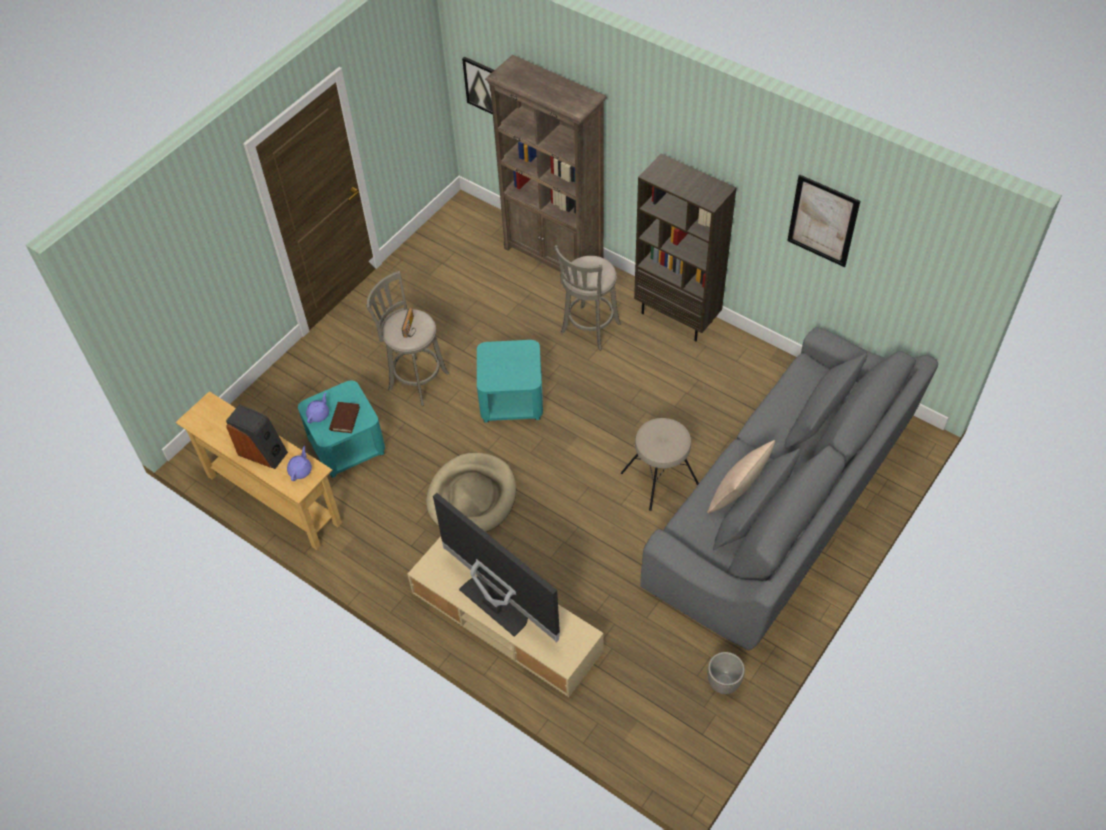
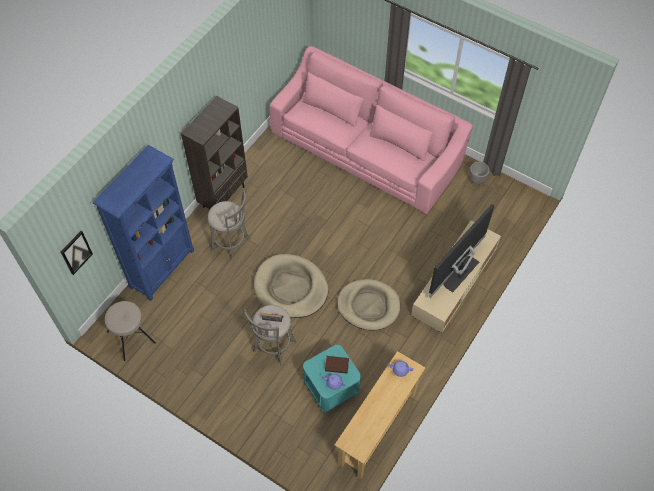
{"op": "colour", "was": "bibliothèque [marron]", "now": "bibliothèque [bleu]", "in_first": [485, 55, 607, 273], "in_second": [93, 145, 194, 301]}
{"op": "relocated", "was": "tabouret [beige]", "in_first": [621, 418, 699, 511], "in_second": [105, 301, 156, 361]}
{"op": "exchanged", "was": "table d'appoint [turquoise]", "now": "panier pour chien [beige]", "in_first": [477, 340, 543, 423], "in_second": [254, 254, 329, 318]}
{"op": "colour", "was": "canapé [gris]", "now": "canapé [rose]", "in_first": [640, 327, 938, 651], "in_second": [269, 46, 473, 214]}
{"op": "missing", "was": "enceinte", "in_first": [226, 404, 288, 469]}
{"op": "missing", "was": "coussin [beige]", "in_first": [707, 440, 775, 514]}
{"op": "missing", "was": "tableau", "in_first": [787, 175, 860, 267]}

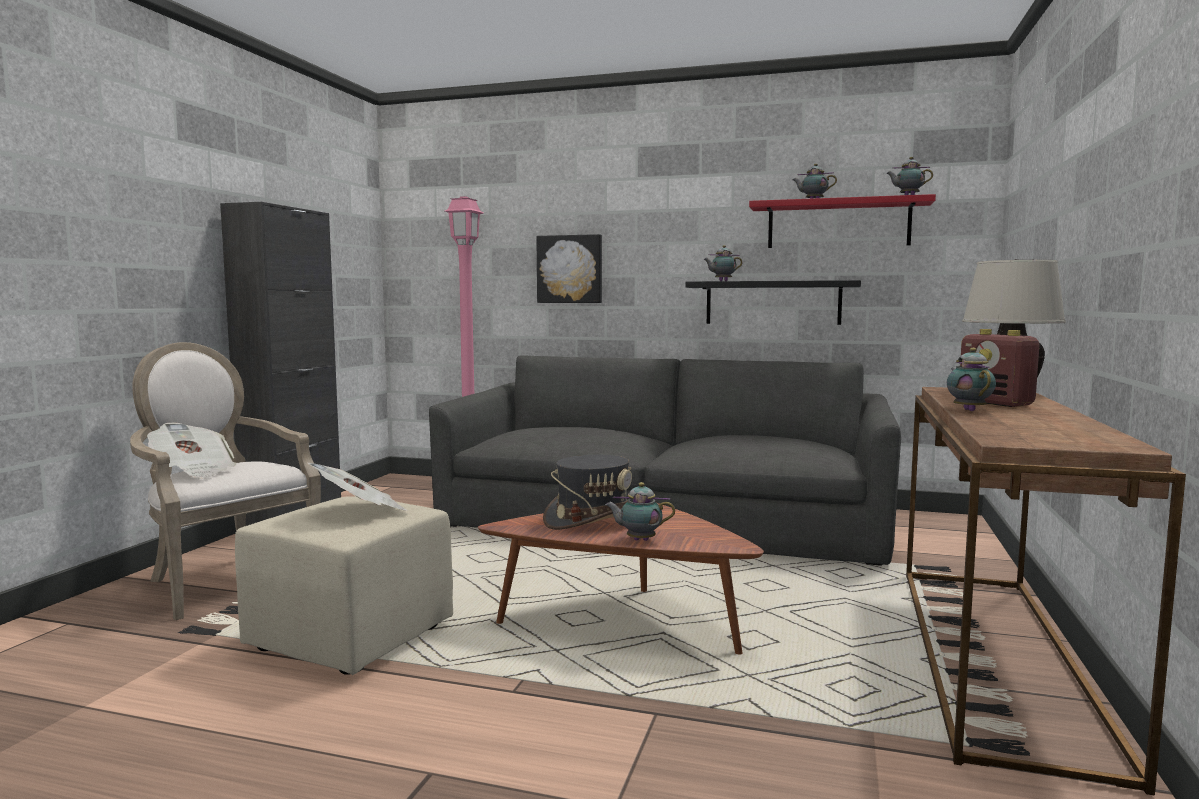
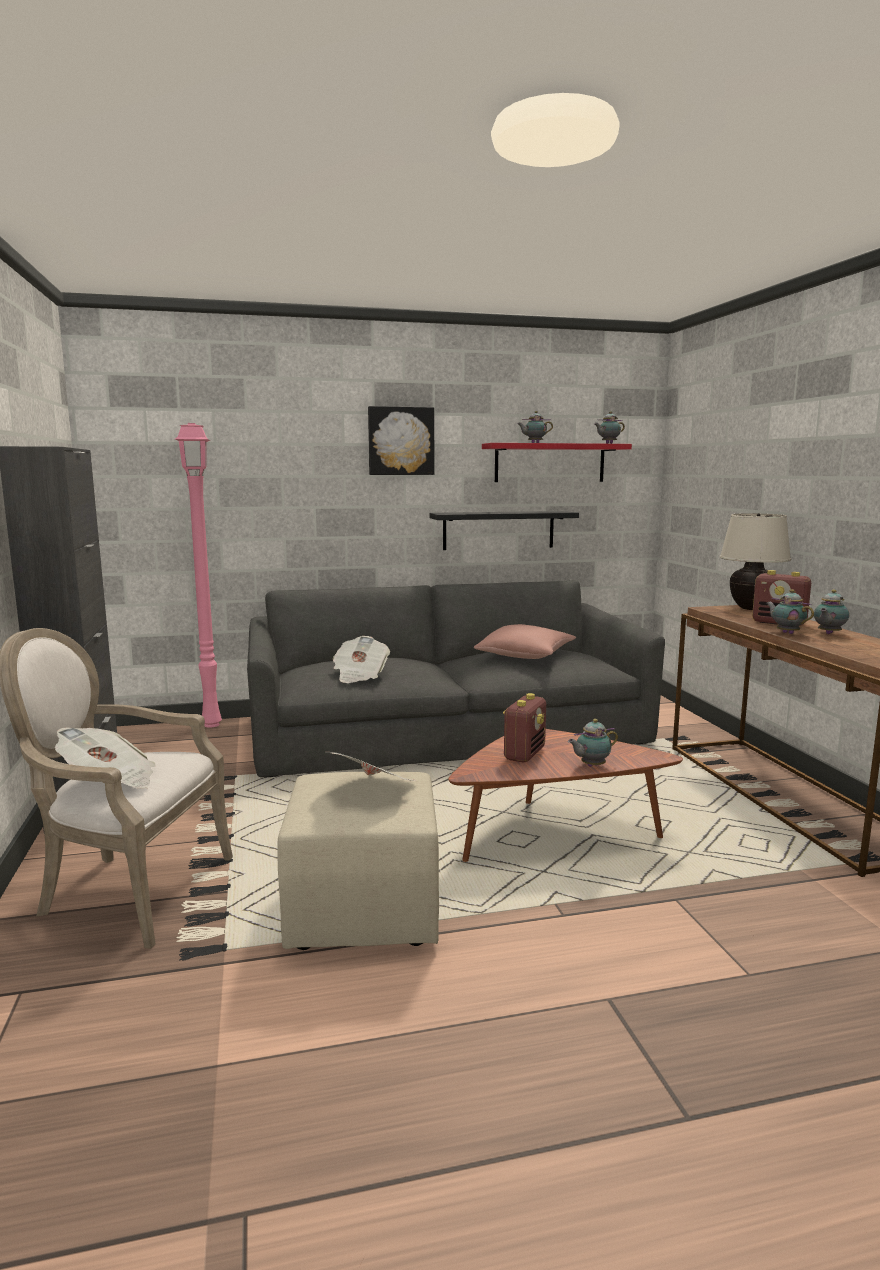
{"op": "appeared", "now": "journal", "in_second": [332, 636, 390, 683]}
{"op": "relocated", "was": "tableau", "in_first": [536, 234, 602, 303], "in_second": [368, 406, 434, 475]}
{"op": "appeared", "now": "coussin [rose]", "in_second": [474, 624, 576, 659]}
{"op": "exchanged", "was": "chapeau [gris]", "now": "radio", "in_first": [543, 455, 632, 530], "in_second": [503, 693, 546, 762]}
{"op": "relocated", "was": "théière", "in_first": [703, 245, 742, 281], "in_second": [814, 590, 849, 634]}

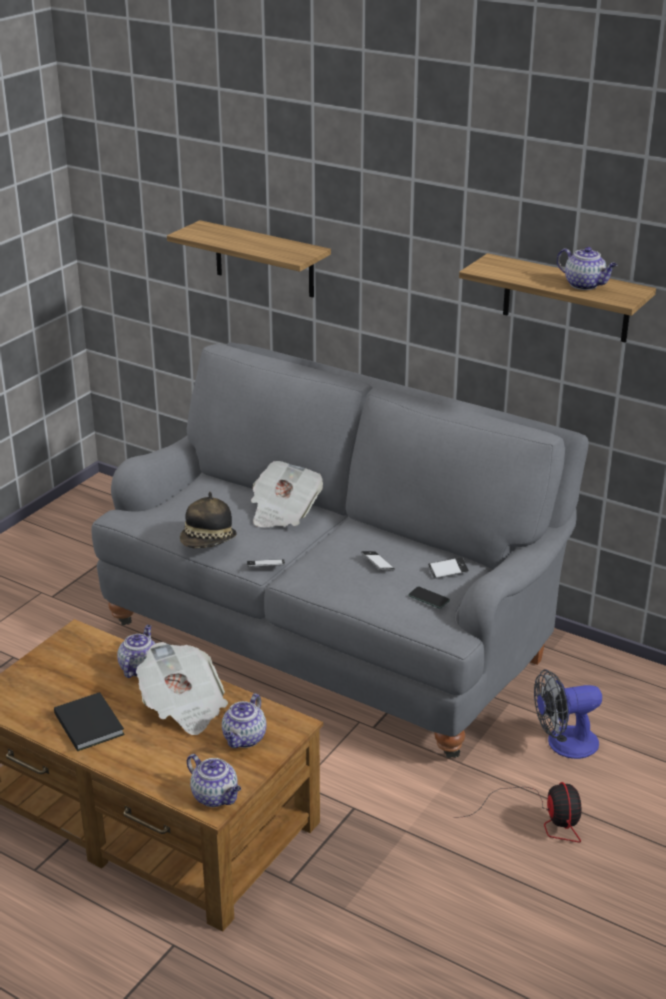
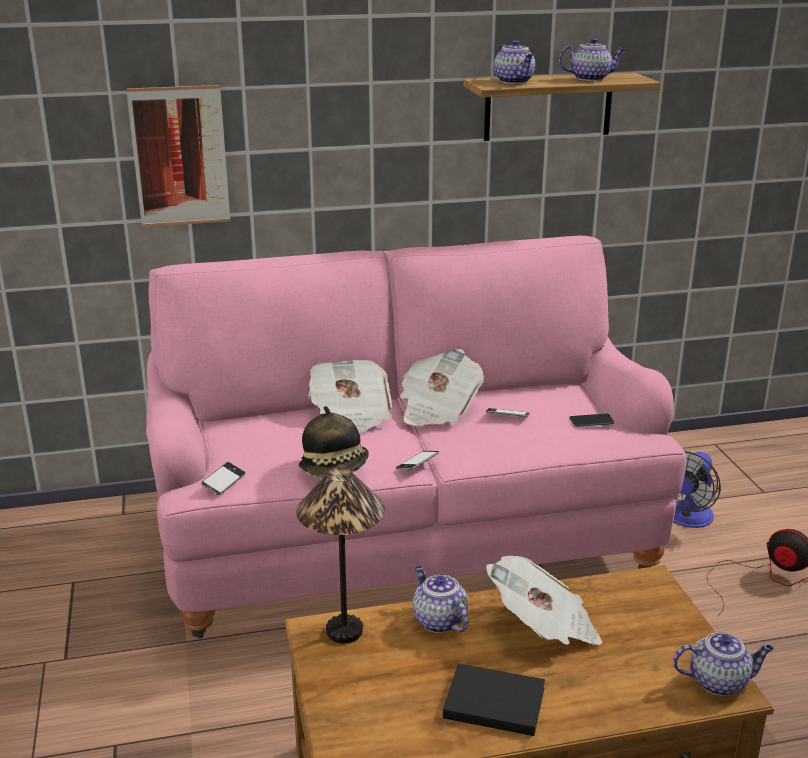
{"op": "exchanged", "was": "étagère", "now": "tableau", "in_first": [167, 220, 331, 298], "in_second": [126, 85, 230, 227]}
{"op": "colour", "was": "canapé [gris]", "now": "canapé [rose]", "in_first": [92, 342, 589, 758], "in_second": [146, 236, 686, 638]}
{"op": "relocated", "was": "téléphone", "in_first": [428, 557, 469, 579], "in_second": [201, 462, 245, 495]}
{"op": "appeared", "now": "lampe de table", "in_second": [296, 468, 385, 643]}
{"op": "appeared", "now": "journal", "in_second": [400, 349, 484, 426]}
{"op": "relocated", "was": "théière", "in_first": [222, 694, 266, 748], "in_second": [494, 40, 535, 84]}

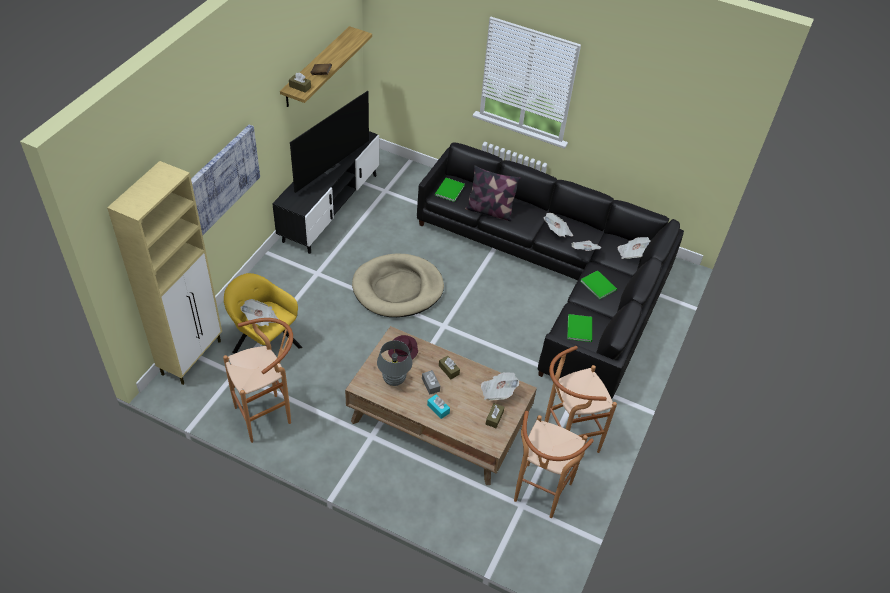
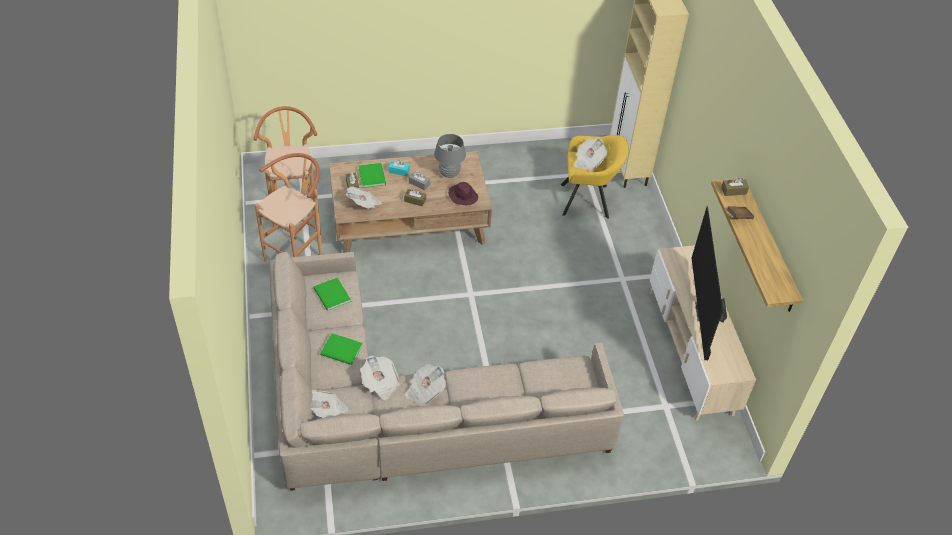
{"op": "colour", "was": "canapé [noir]", "now": "canapé [beige]", "in_first": [417, 142, 684, 399], "in_second": [270, 252, 624, 491]}
{"op": "relocated", "was": "livre [vert]", "in_first": [435, 178, 465, 202], "in_second": [358, 163, 386, 188]}
{"op": "colour", "was": "meuble télé [noir]", "now": "meuble télé [beige]", "in_first": [272, 131, 379, 254], "in_second": [650, 245, 756, 420]}
{"op": "missing", "was": "tableau", "in_first": [191, 125, 260, 235]}
{"op": "missing", "was": "tabouret [marron]", "in_first": [223, 318, 293, 443]}
{"op": "missing", "was": "panier pour chien [beige]", "in_first": [352, 253, 444, 317]}
{"op": "missing", "was": "coussin", "in_first": [465, 165, 521, 221]}

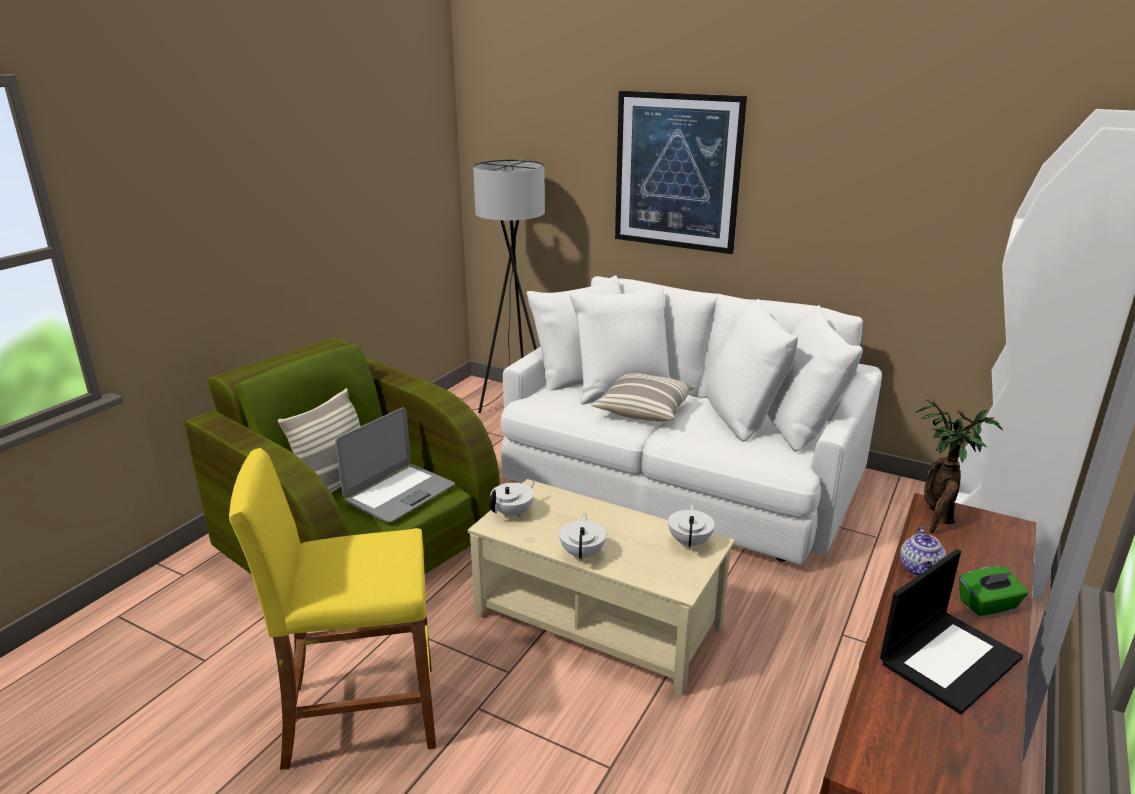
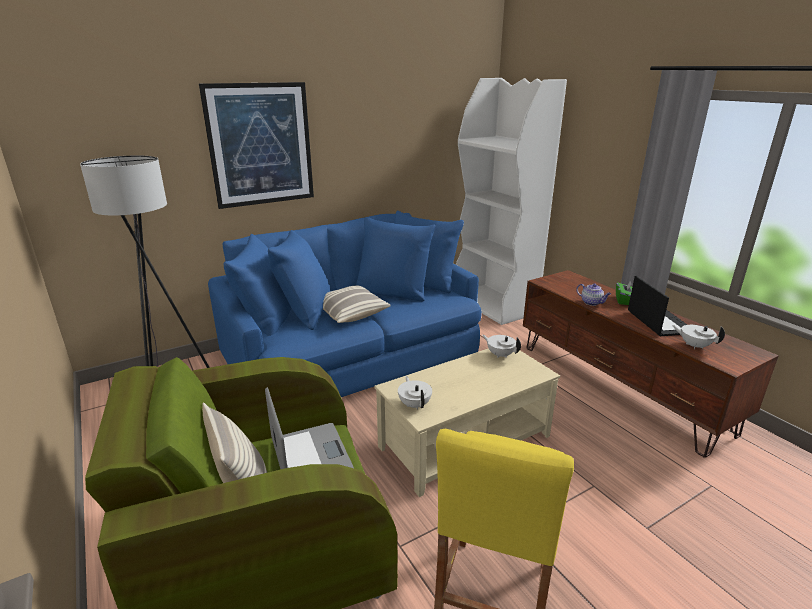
{"op": "colour", "was": "canapé [blanc]", "now": "canapé [bleu]", "in_first": [500, 275, 882, 565], "in_second": [208, 210, 482, 397]}
{"op": "relocated", "was": "théière [blanc]", "in_first": [559, 513, 606, 561], "in_second": [672, 325, 725, 349]}
{"op": "missing", "was": "plante en pot", "in_first": [915, 399, 1003, 534]}

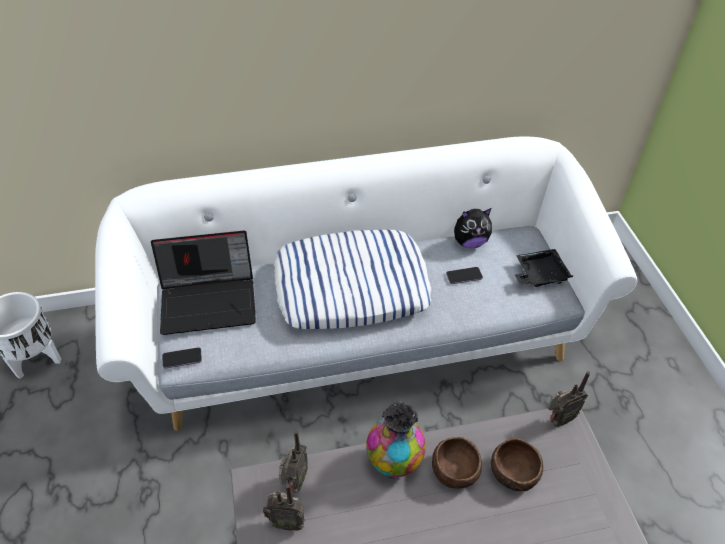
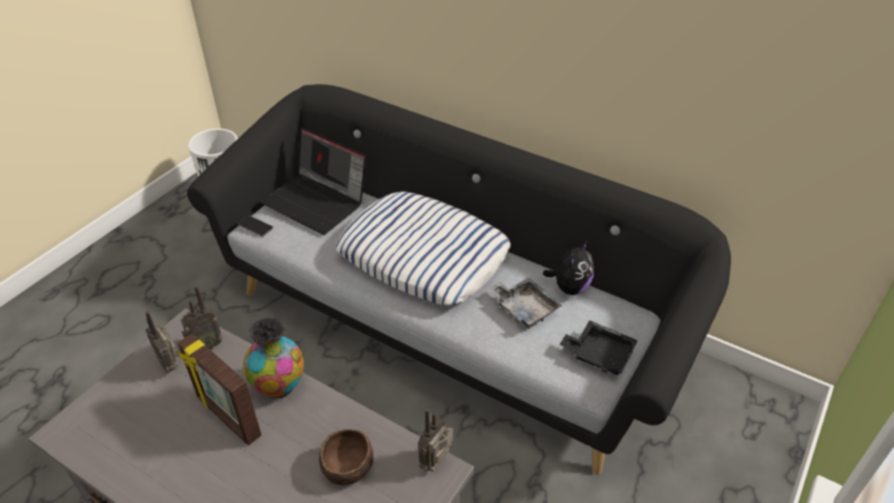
{"op": "appeared", "now": "cadre photo", "in_second": [178, 333, 262, 445]}
{"op": "colour", "was": "canapé [blanc]", "now": "canapé [noir]", "in_first": [95, 137, 637, 431], "in_second": [187, 84, 731, 475]}
{"op": "spun", "was": "radio", "in_first": [548, 371, 590, 427], "in_second": [418, 409, 453, 472], "clockwise": 105}
{"op": "exchanged", "was": "téléphone", "now": "plateau [gris]", "in_first": [446, 267, 483, 284], "in_second": [489, 277, 562, 329]}
{"op": "spun", "was": "peluche", "in_first": [454, 208, 492, 248], "in_second": [543, 240, 594, 295], "clockwise": -90}
{"op": "missing", "was": "bol [marron]", "in_first": [432, 437, 482, 489]}

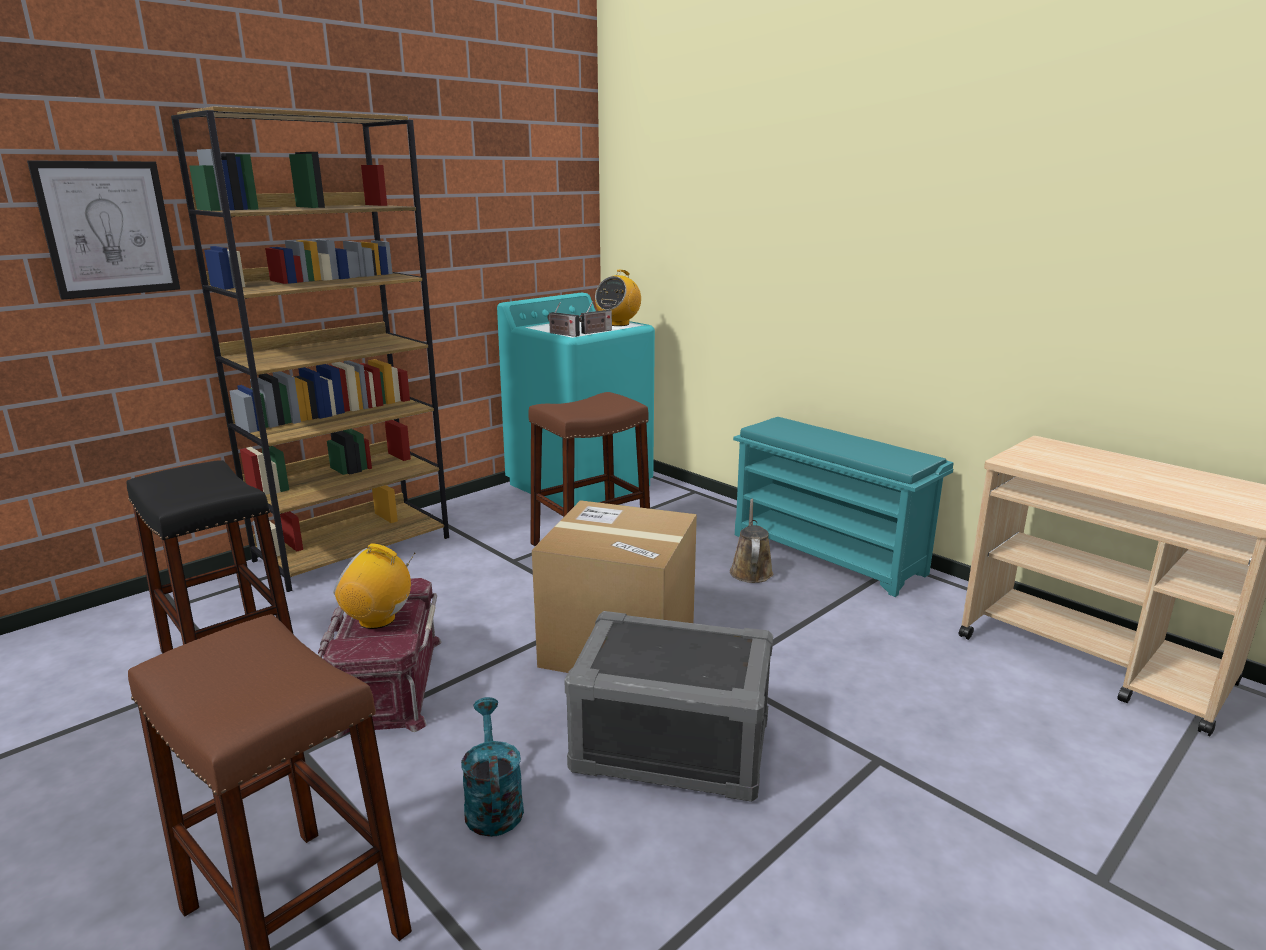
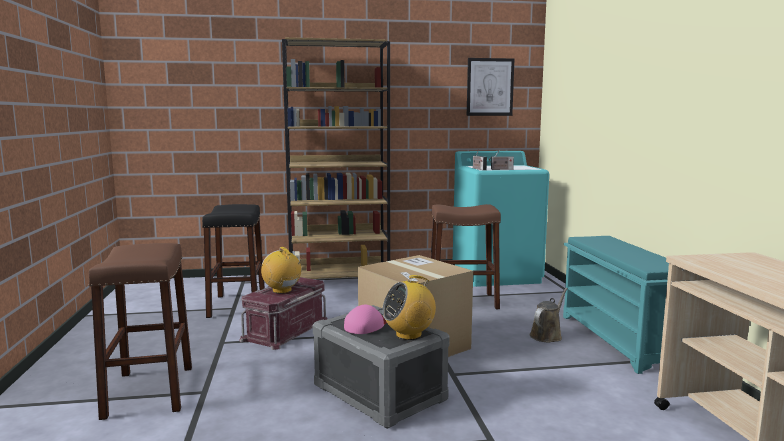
{"op": "appeared", "now": "casquette [rose]", "in_second": [344, 305, 387, 334]}
{"op": "relocated", "was": "radio", "in_first": [595, 270, 641, 326], "in_second": [382, 275, 436, 340]}
{"op": "relocated", "was": "tableau", "in_first": [27, 160, 180, 300], "in_second": [467, 58, 514, 116]}
{"op": "missing", "was": "arrosoir [turquoise]", "in_first": [461, 697, 524, 837]}

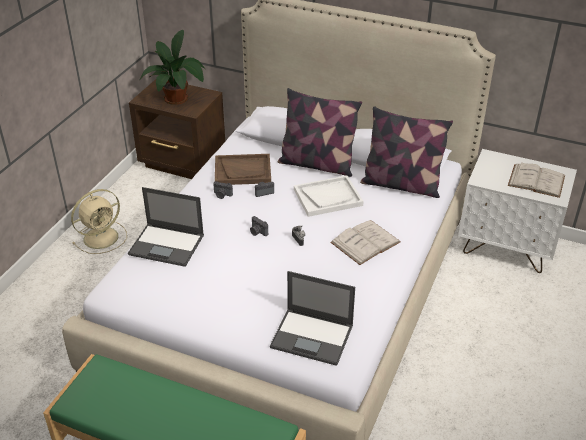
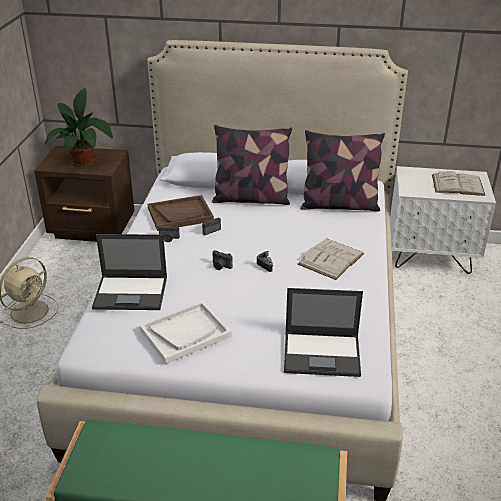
{"op": "relocated", "was": "plateau [blanc]", "in_first": [294, 175, 364, 217], "in_second": [140, 301, 232, 364]}

